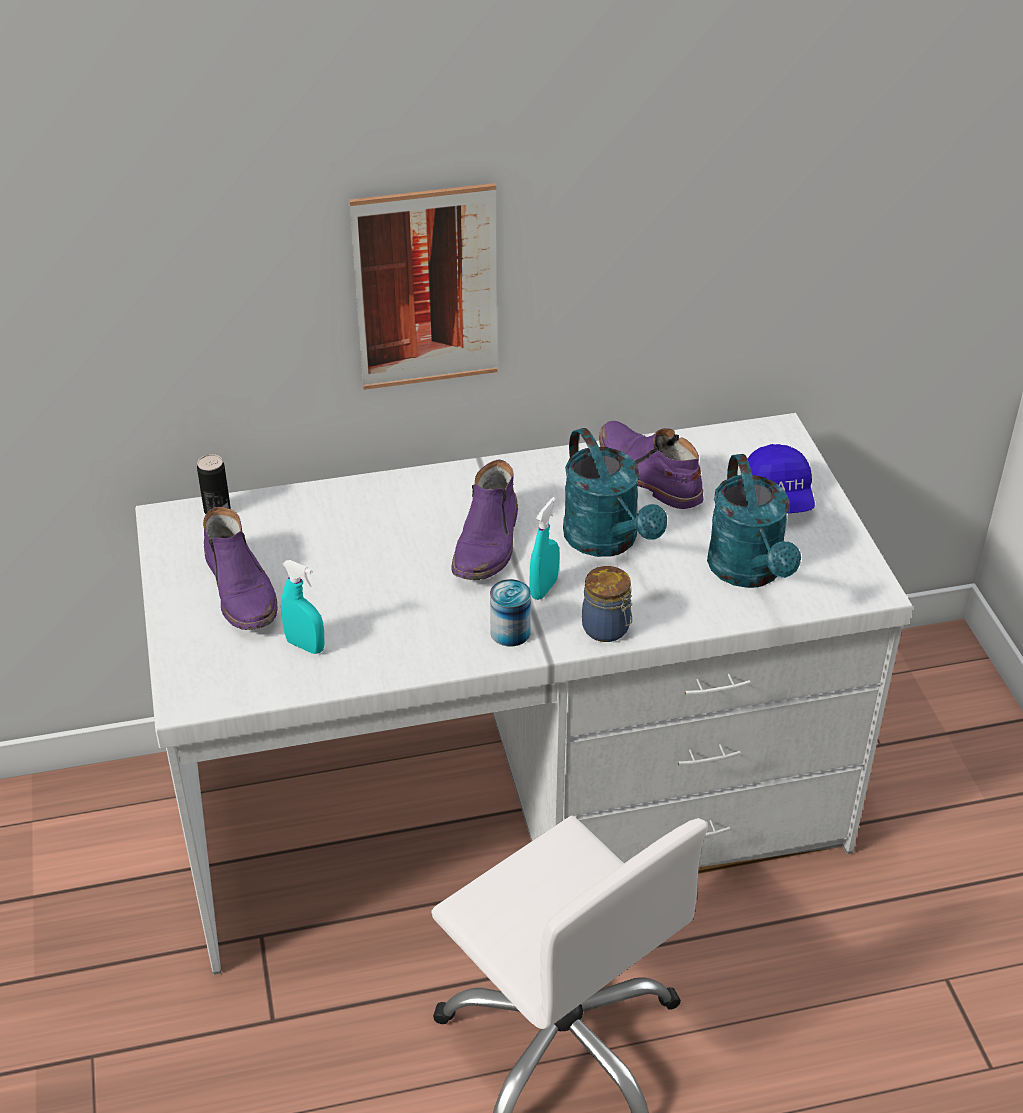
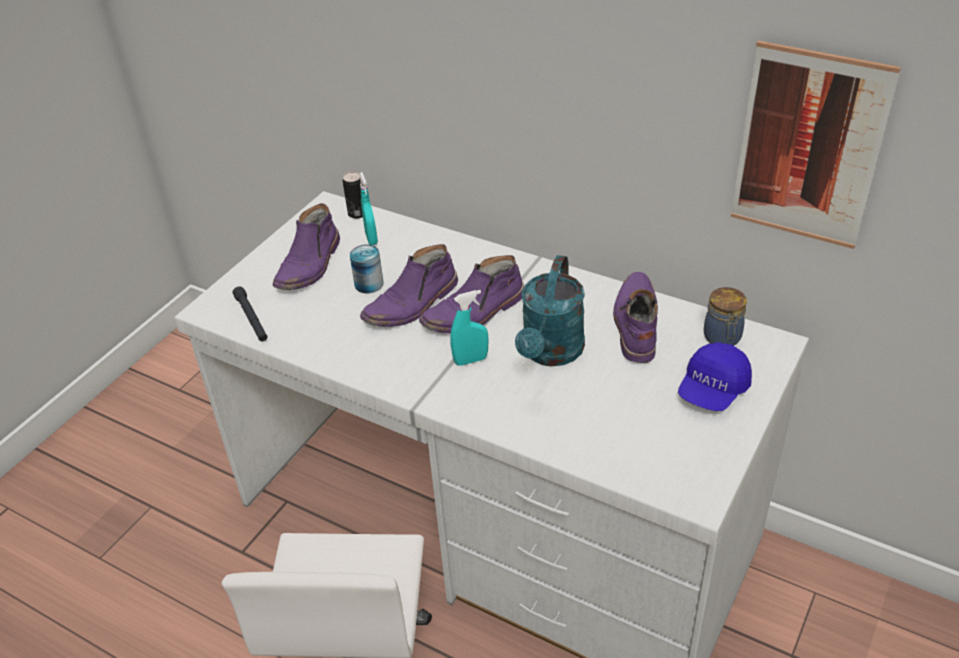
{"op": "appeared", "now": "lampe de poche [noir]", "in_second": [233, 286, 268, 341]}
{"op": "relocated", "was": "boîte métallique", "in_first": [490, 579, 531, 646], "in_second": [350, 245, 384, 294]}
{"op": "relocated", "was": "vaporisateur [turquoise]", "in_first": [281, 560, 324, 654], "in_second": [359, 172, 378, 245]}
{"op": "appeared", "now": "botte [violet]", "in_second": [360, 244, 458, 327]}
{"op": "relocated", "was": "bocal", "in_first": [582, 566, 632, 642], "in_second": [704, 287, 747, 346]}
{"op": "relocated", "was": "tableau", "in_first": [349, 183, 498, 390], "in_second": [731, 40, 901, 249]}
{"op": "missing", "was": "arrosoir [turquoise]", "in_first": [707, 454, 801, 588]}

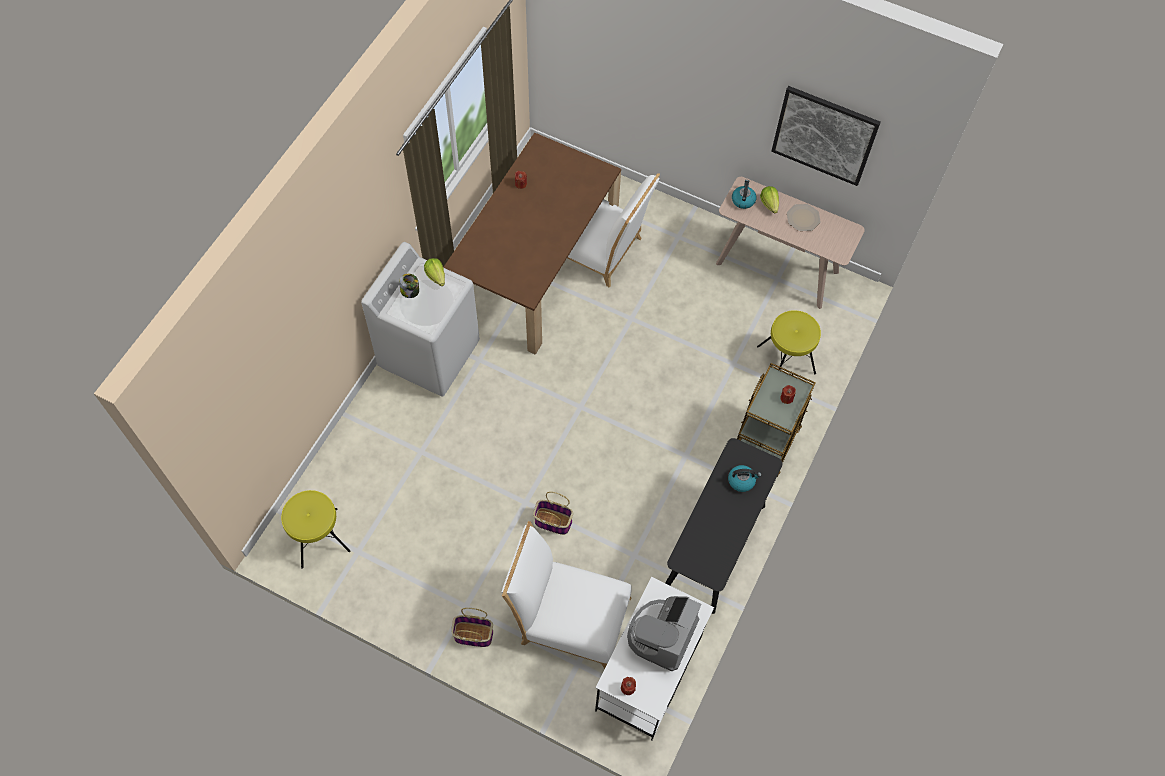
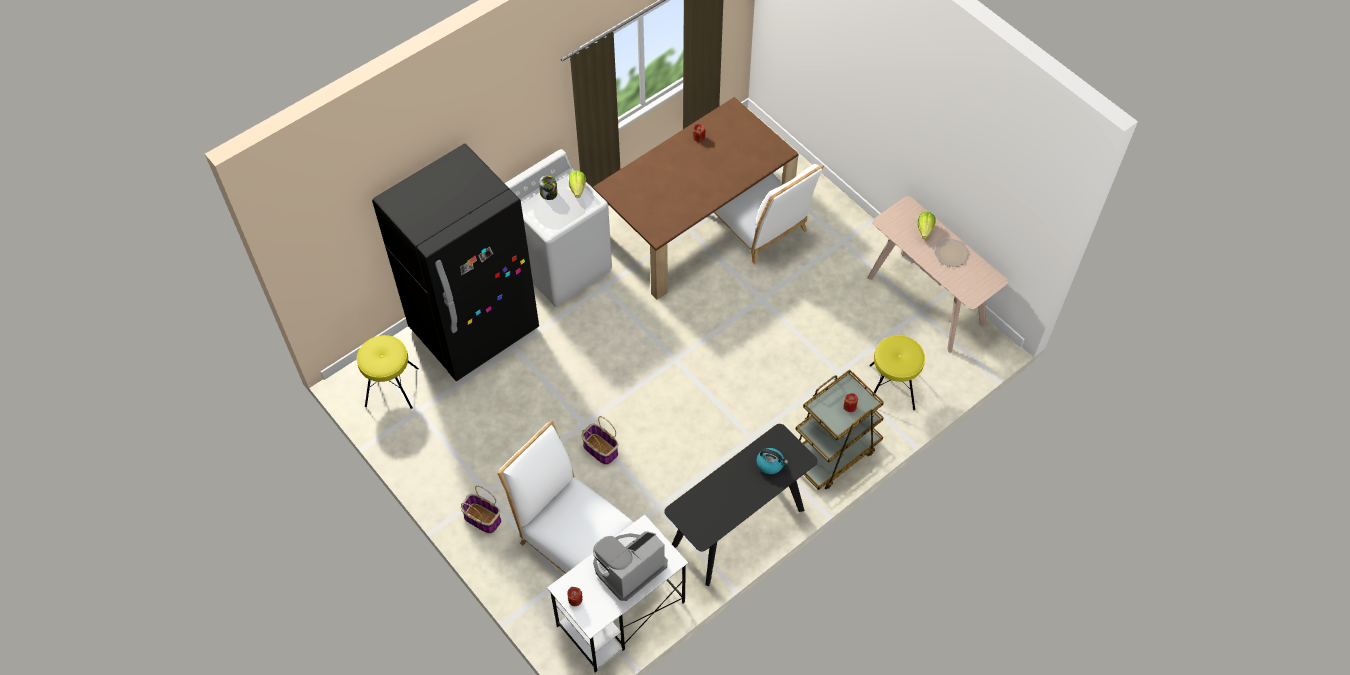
{"op": "appeared", "now": "réfrigérateur [noir]", "in_second": [372, 144, 539, 381]}
{"op": "missing", "was": "bouilloire", "in_first": [732, 180, 756, 209]}
{"op": "missing", "was": "tableau", "in_first": [771, 86, 881, 186]}

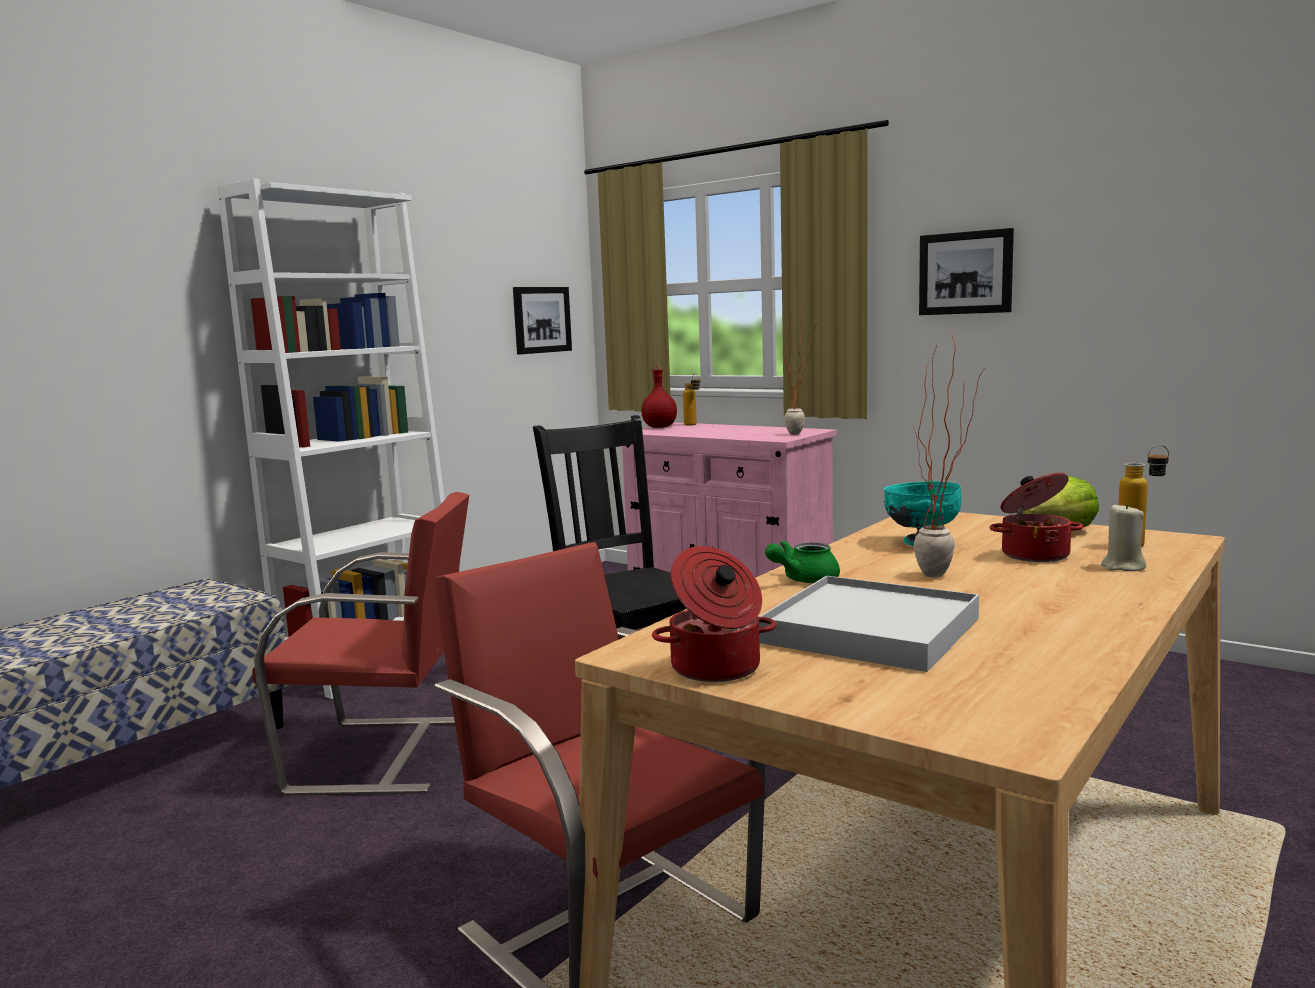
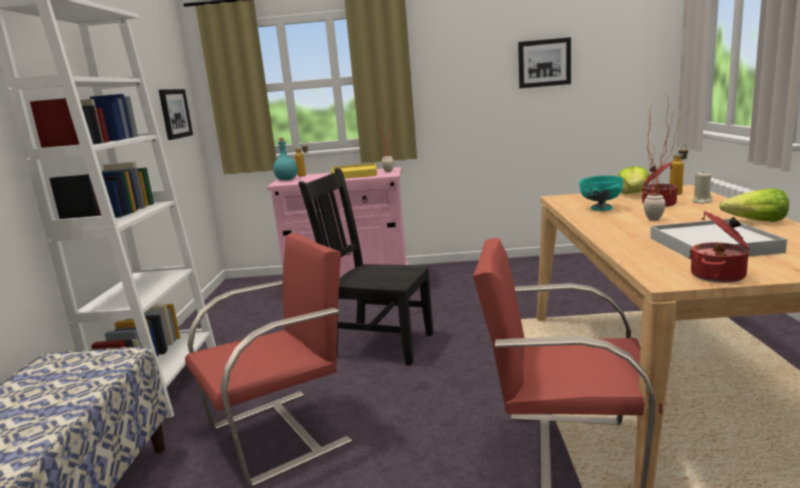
{"op": "colour", "was": "bouteille [rouge]", "now": "bouteille [turquoise]", "in_first": [641, 365, 677, 428], "in_second": [273, 138, 298, 180]}
{"op": "appeared", "now": "plateau [jaune]", "in_second": [330, 163, 377, 179]}
{"op": "relocated", "was": "tableau", "in_first": [919, 228, 1014, 315], "in_second": [518, 37, 571, 88]}
{"op": "appeared", "now": "laitue", "in_second": [719, 188, 789, 222]}
{"op": "missing", "was": "théière [vert]", "in_first": [765, 540, 840, 583]}

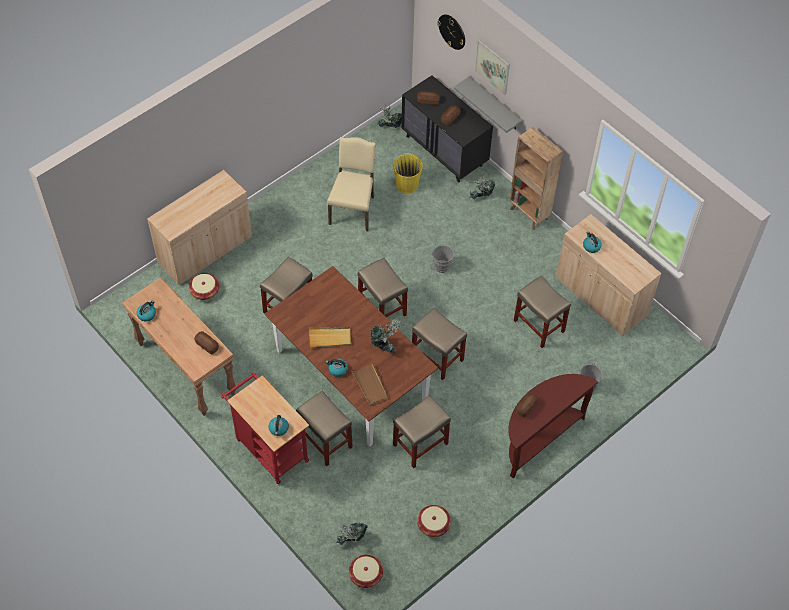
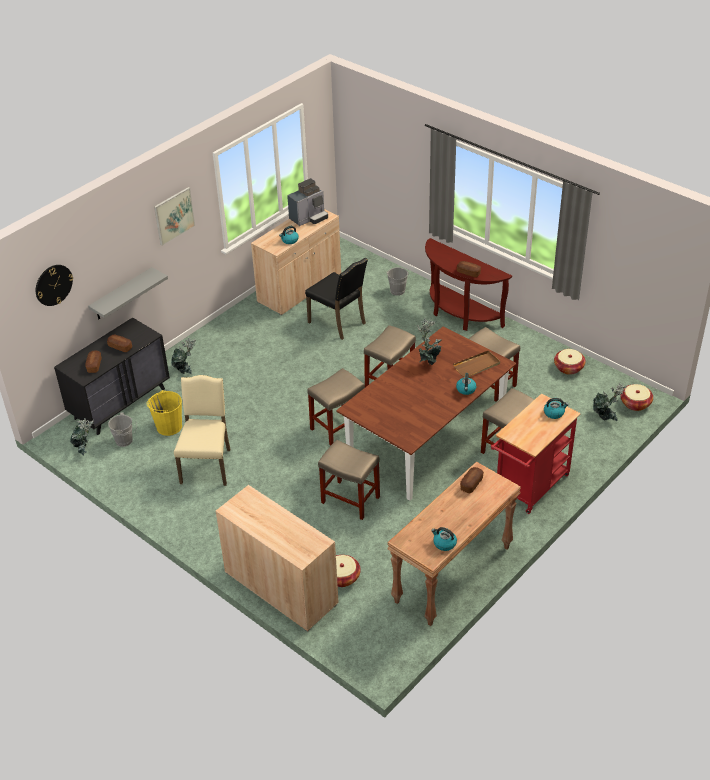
{"op": "relocated", "was": "seau [gris]", "in_first": [432, 245, 455, 273], "in_second": [108, 413, 137, 447]}
{"op": "relocated", "was": "tableau", "in_first": [475, 40, 510, 96], "in_second": [154, 187, 195, 246]}
{"op": "spun", "was": "chaise [beige]", "in_first": [327, 137, 376, 231], "in_second": [174, 375, 230, 486], "clockwise": 90}
{"op": "appeared", "now": "machine à café", "in_second": [287, 178, 328, 226]}
{"op": "exchanged", "was": "tabouret [beige]", "now": "chaise [noir]", "in_first": [514, 276, 571, 348], "in_second": [305, 258, 368, 340]}
{"op": "missing", "was": "plateau [beige]", "in_first": [309, 327, 351, 347]}
{"op": "missing", "was": "bibliothèque [marron]", "in_first": [509, 127, 563, 230]}

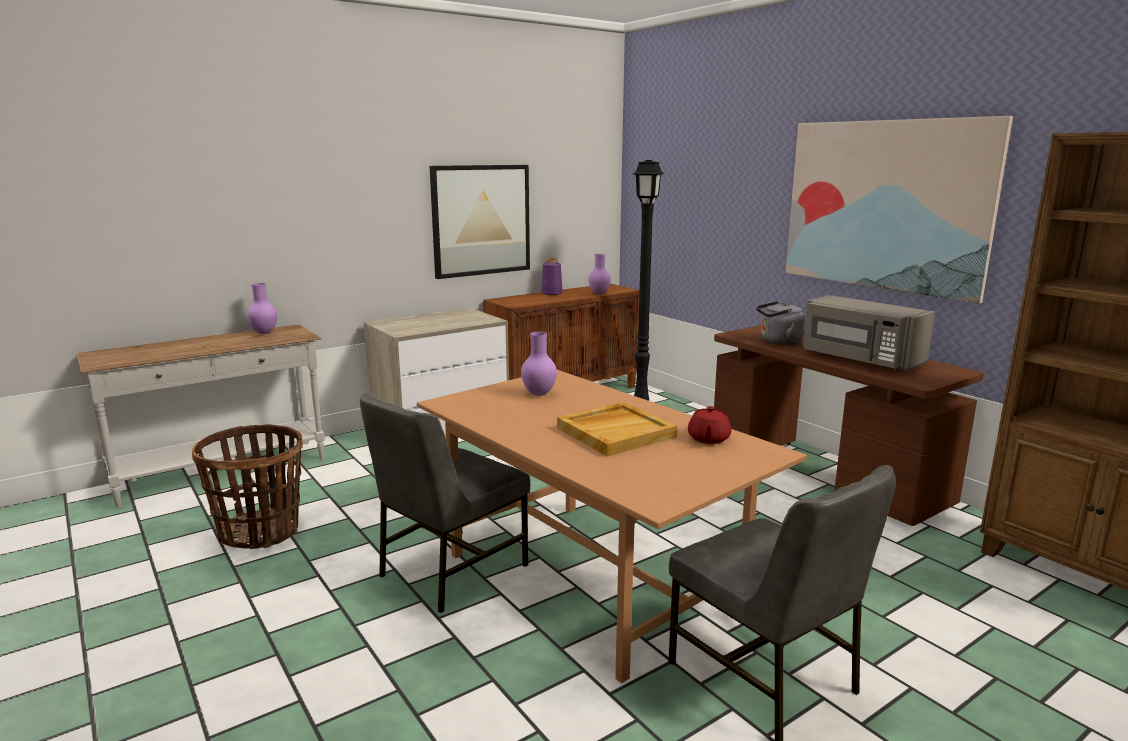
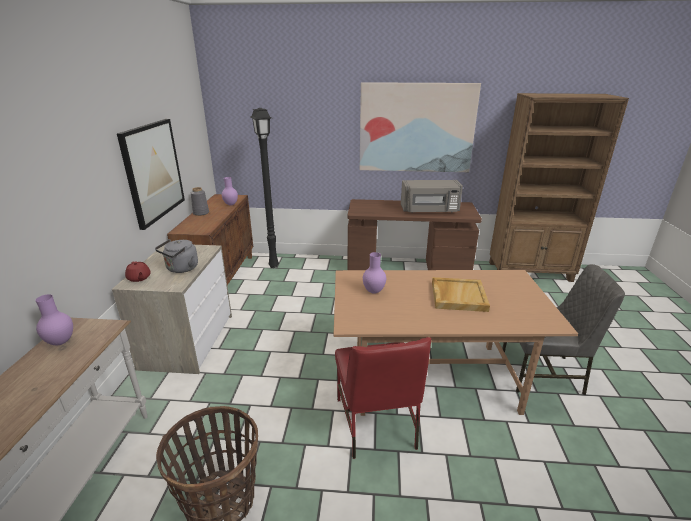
{"op": "relocated", "was": "théière [rouge]", "in_first": [688, 406, 731, 444], "in_second": [125, 262, 151, 282]}
{"op": "relocated", "was": "bouilloire [gris]", "in_first": [756, 301, 805, 345], "in_second": [155, 239, 198, 273]}
{"op": "colour", "was": "vase [violet]", "now": "vase [gris]", "in_first": [542, 258, 563, 295], "in_second": [191, 187, 209, 216]}
{"op": "colour", "was": "chaise [gris]", "now": "chaise [rouge]", "in_first": [360, 393, 530, 613], "in_second": [335, 337, 431, 459]}

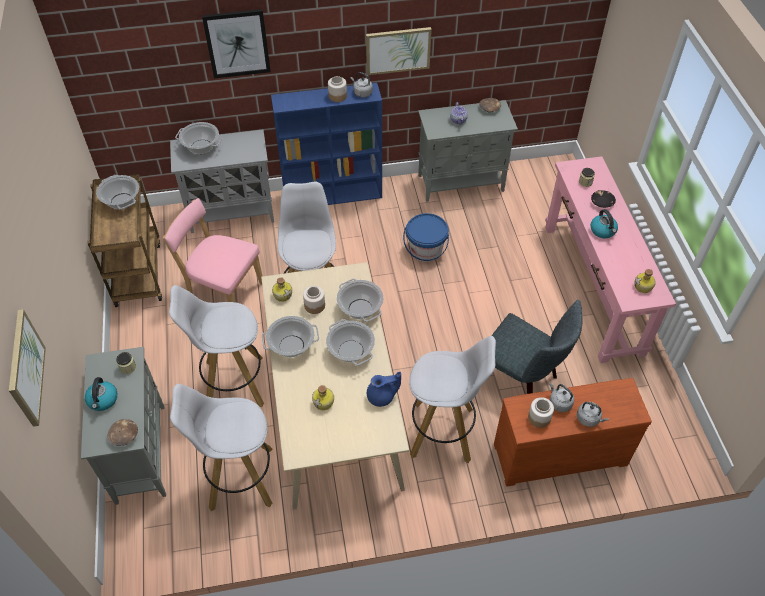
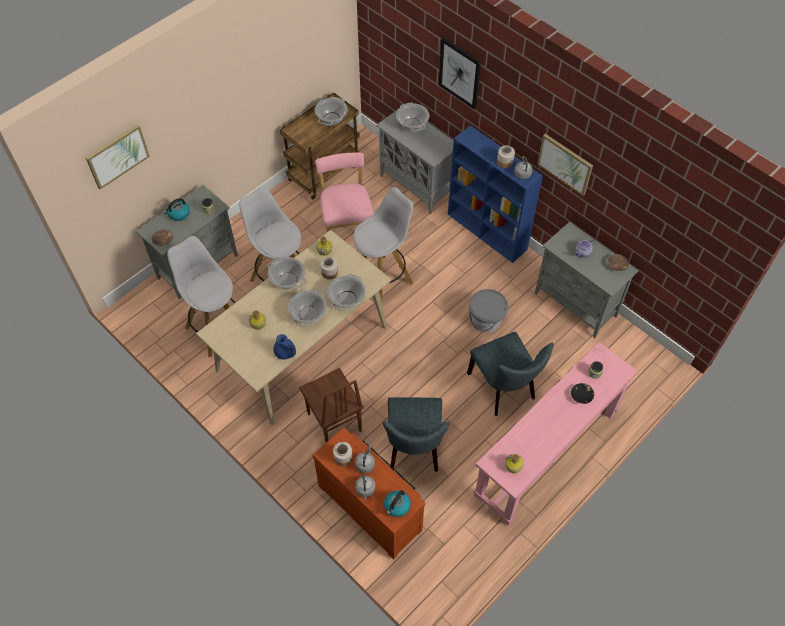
{"op": "exchanged", "was": "tabouret [blanc]", "now": "chaise [marron]", "in_first": [409, 336, 496, 463], "in_second": [299, 368, 363, 442]}
{"op": "relocated", "was": "bouilloire", "in_first": [591, 209, 618, 238], "in_second": [384, 490, 411, 517]}
{"op": "appeared", "now": "chaise [gris]", "in_second": [467, 332, 554, 416]}
{"op": "colour", "was": "seau [bleu]", "now": "seau [gris]", "in_first": [403, 213, 449, 262], "in_second": [469, 289, 508, 333]}

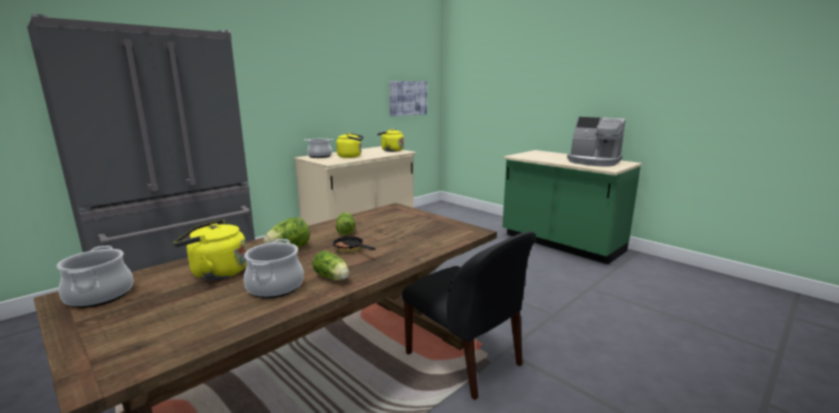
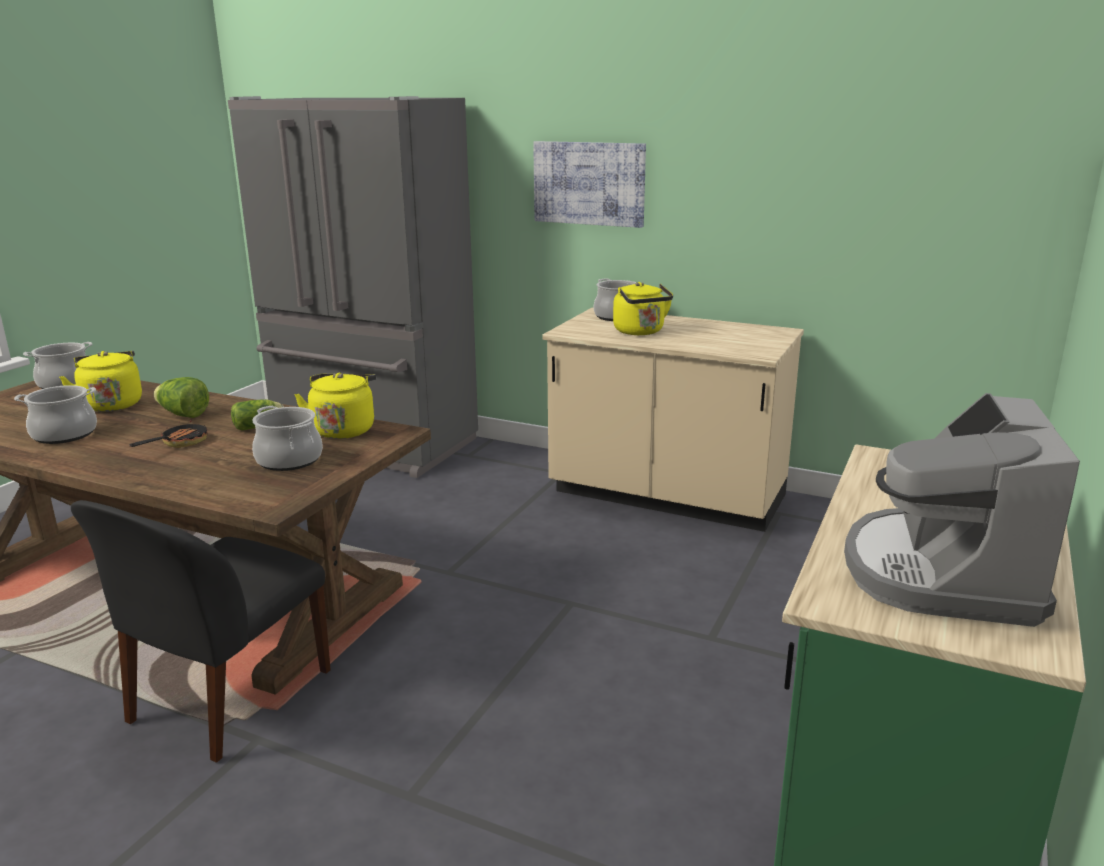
{"op": "appeared", "now": "marmite", "in_second": [252, 406, 323, 471]}
{"op": "relocated", "was": "bouilloire [jaune]", "in_first": [377, 129, 404, 152], "in_second": [294, 373, 376, 439]}
{"op": "relocated", "was": "tableau", "in_first": [389, 81, 427, 117], "in_second": [533, 141, 646, 228]}
{"op": "missing", "was": "laitue", "in_first": [312, 250, 349, 280]}

